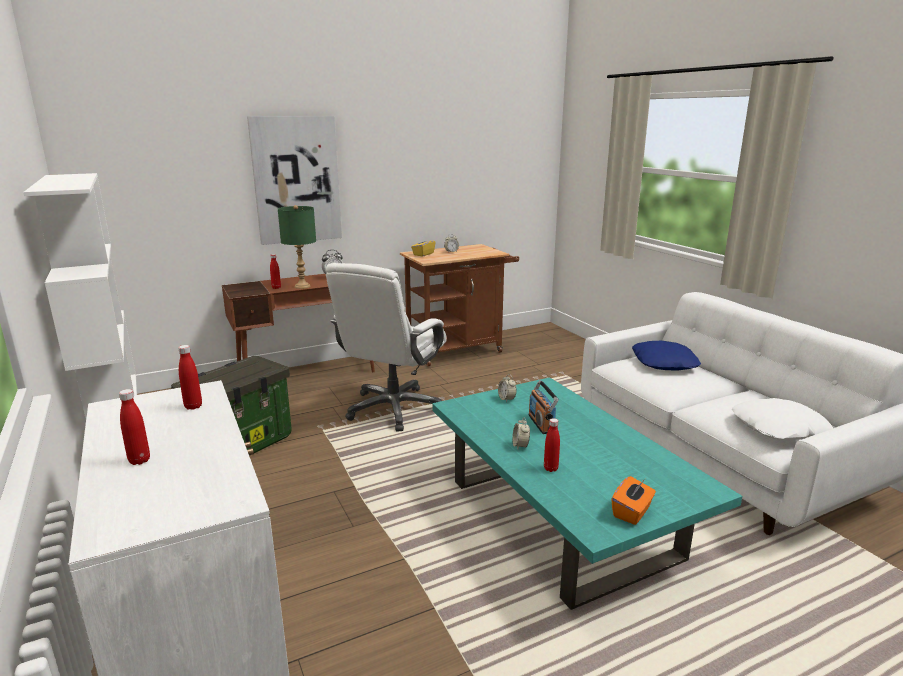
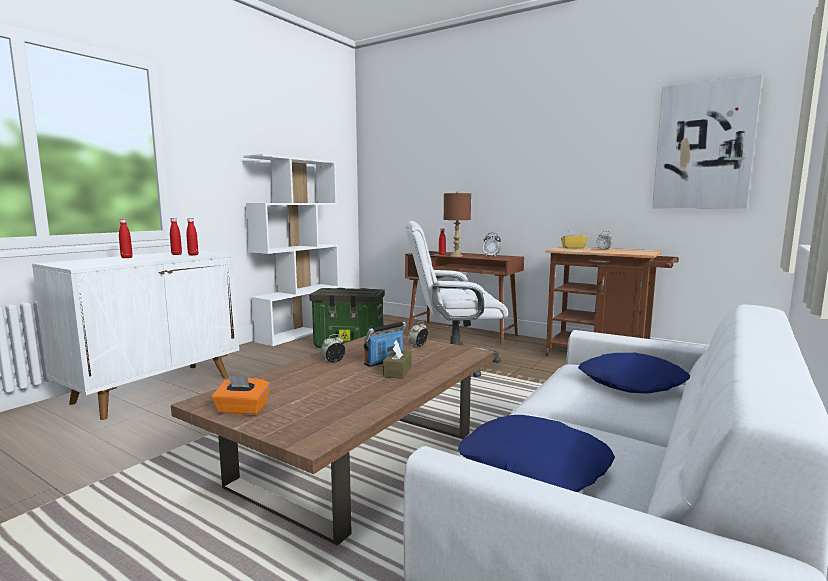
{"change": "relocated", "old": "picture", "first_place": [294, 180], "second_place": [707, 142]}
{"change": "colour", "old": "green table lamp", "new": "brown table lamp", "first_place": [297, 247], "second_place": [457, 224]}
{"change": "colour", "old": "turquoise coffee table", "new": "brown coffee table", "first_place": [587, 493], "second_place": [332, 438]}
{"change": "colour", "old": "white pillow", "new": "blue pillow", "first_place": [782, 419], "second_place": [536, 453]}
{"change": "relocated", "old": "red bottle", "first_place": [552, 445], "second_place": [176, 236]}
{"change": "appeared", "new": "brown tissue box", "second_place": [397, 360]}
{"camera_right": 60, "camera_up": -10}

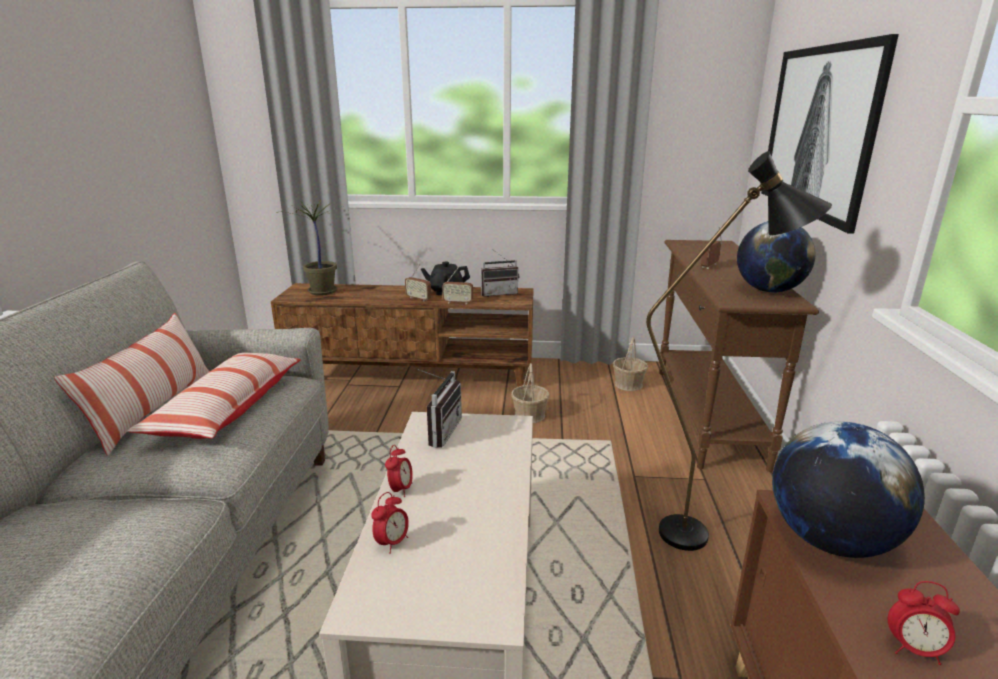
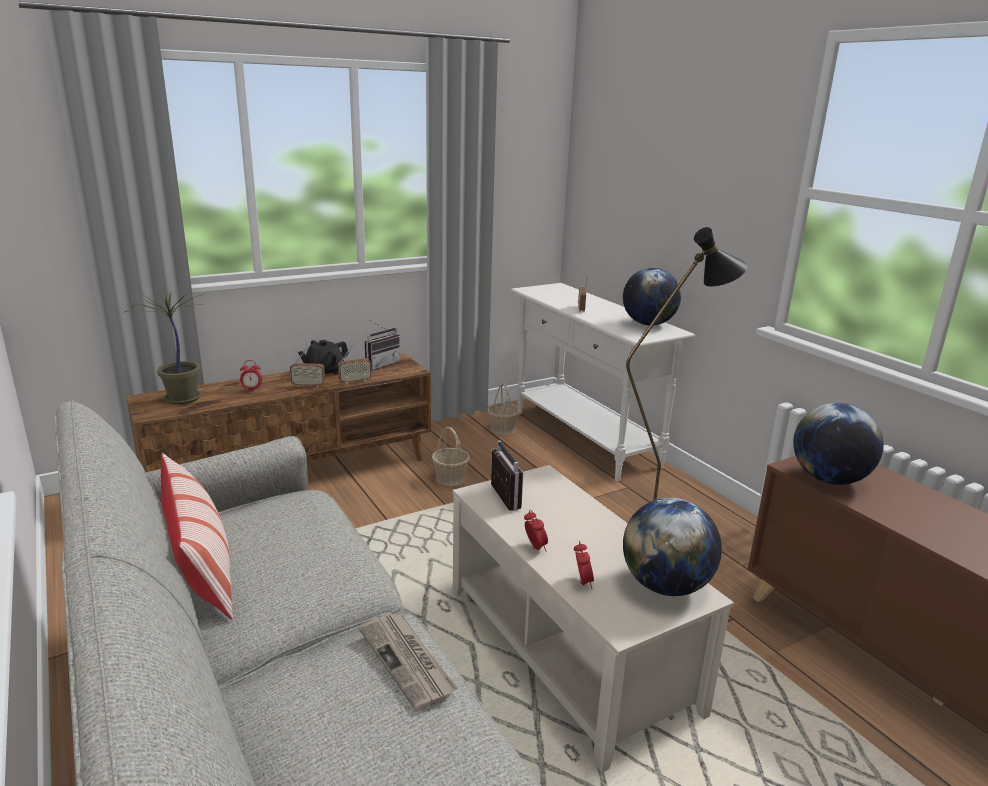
{"change": "missing", "old": "picture", "first_place": [830, 133]}
{"change": "colour", "old": "brown console table", "new": "white console table", "first_place": [739, 356], "second_place": [602, 382]}
{"change": "missing", "old": "pillow", "first_place": [214, 396]}
{"change": "relocated", "old": "alarm clock", "first_place": [924, 623], "second_place": [251, 376]}
{"change": "appeared", "new": "globe", "second_place": [672, 547]}
{"change": "appeared", "new": "newspaper", "second_place": [407, 662]}
{"camera_right": -35, "camera_up": 0}

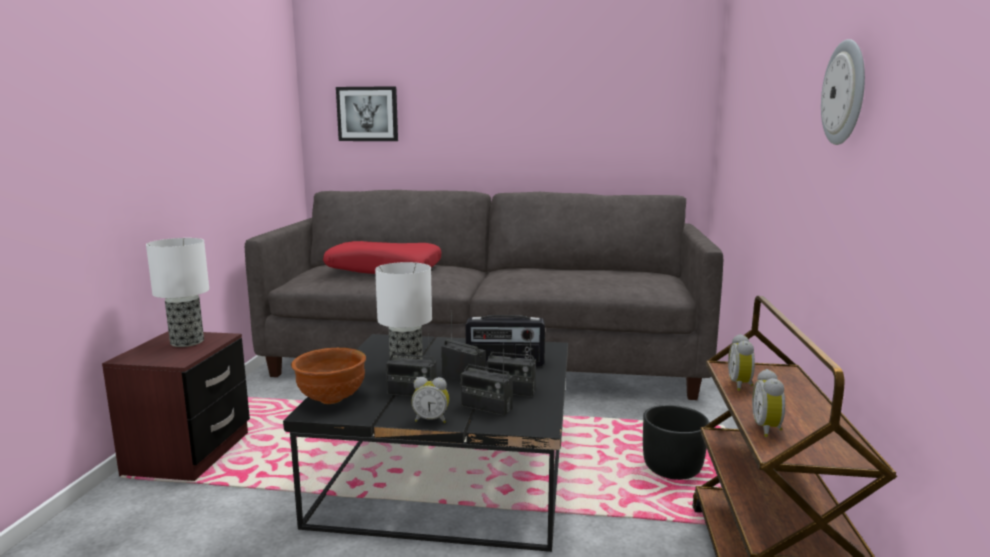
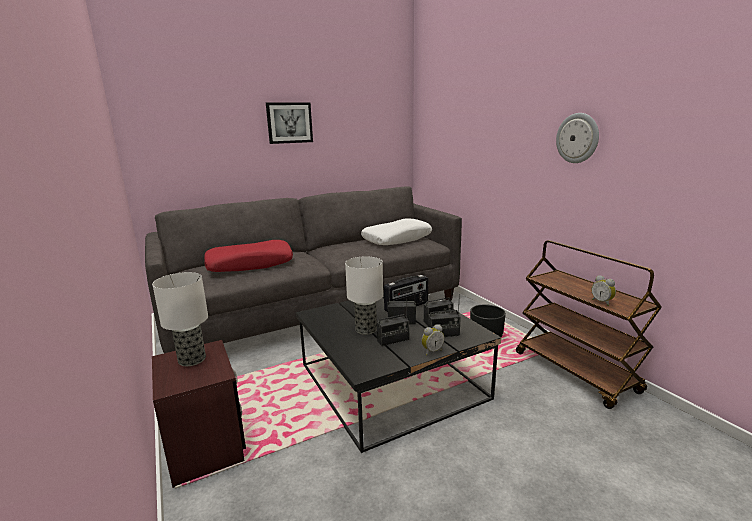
{"change": "relocated", "old": "picture", "first_place": [367, 113], "second_place": [289, 123]}
{"change": "missing", "old": "alarm clock", "first_place": [741, 362]}
{"change": "missing", "old": "brown bowl", "first_place": [328, 376]}
{"change": "appeared", "new": "white pillow", "second_place": [396, 231]}
{"camera_right": -35, "camera_up": 5}

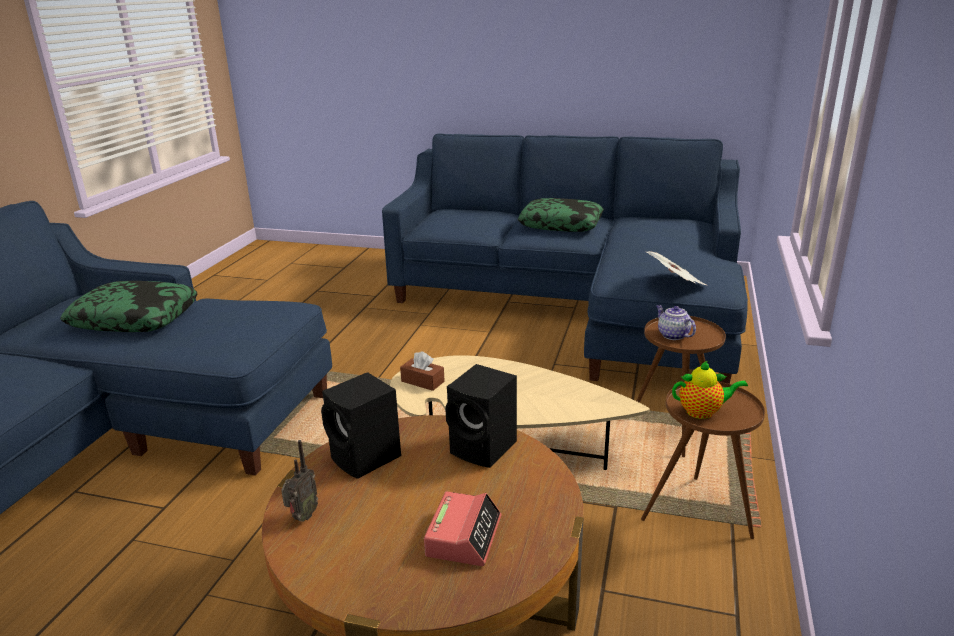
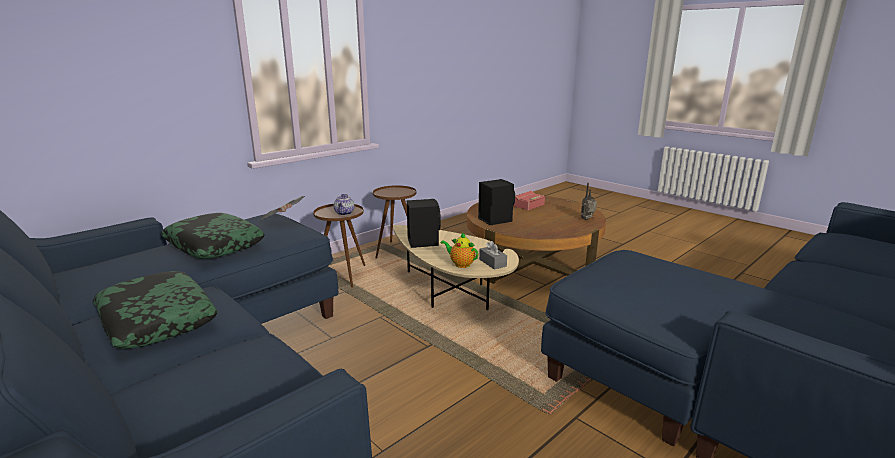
{"change": "relocated", "old": "pillow", "first_place": [128, 306], "second_place": [213, 236]}
{"change": "colour", "old": "brown tissue box", "new": "grey tissue box", "first_place": [422, 371], "second_place": [493, 255]}
{"change": "relocated", "old": "teapot", "first_place": [710, 390], "second_place": [459, 250]}
{"change": "relocated", "old": "black speaker", "first_place": [361, 425], "second_place": [424, 223]}
{"camera_right": -150, "camera_up": -5}

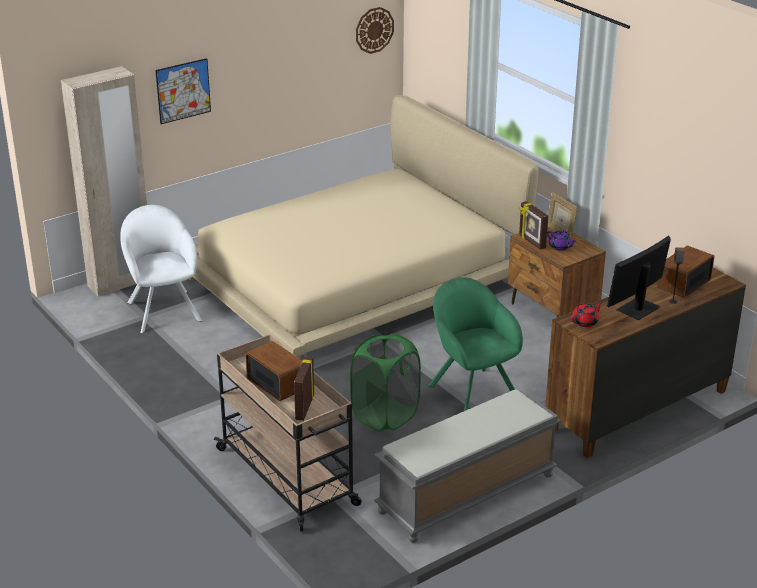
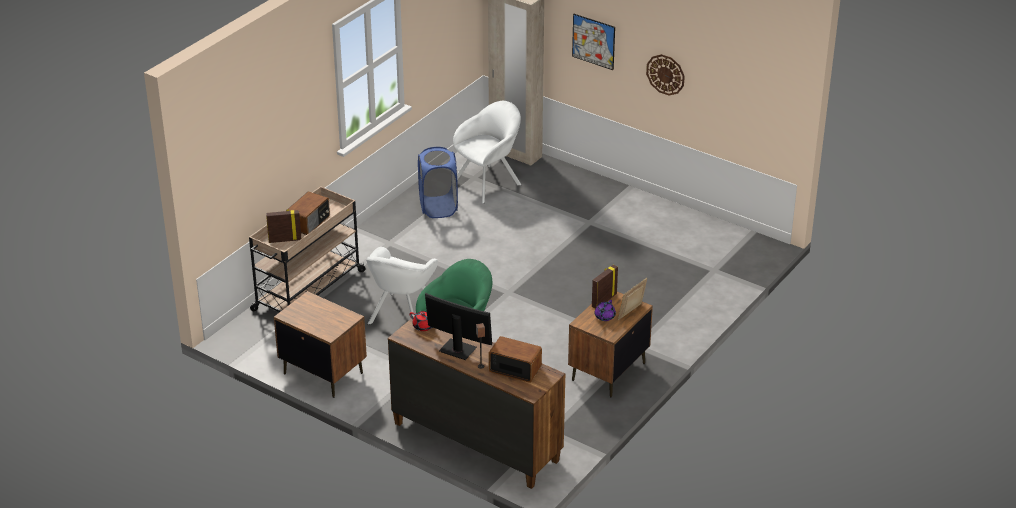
{"change": "relocated", "old": "wall clock", "first_place": [375, 30], "second_place": [665, 74]}
{"change": "missing", "old": "beige bed", "first_place": [364, 226]}
{"change": "exchanged", "old": "green laundry basket", "new": "white armchair", "first_place": [385, 382], "second_place": [402, 286]}
{"change": "exchanged", "old": "grey bench", "new": "brown nightstand", "first_place": [467, 466], "second_place": [320, 344]}
{"change": "appeared", "new": "blue laundry basket", "second_place": [438, 182]}
{"camera_right": 70, "camera_up": 5}

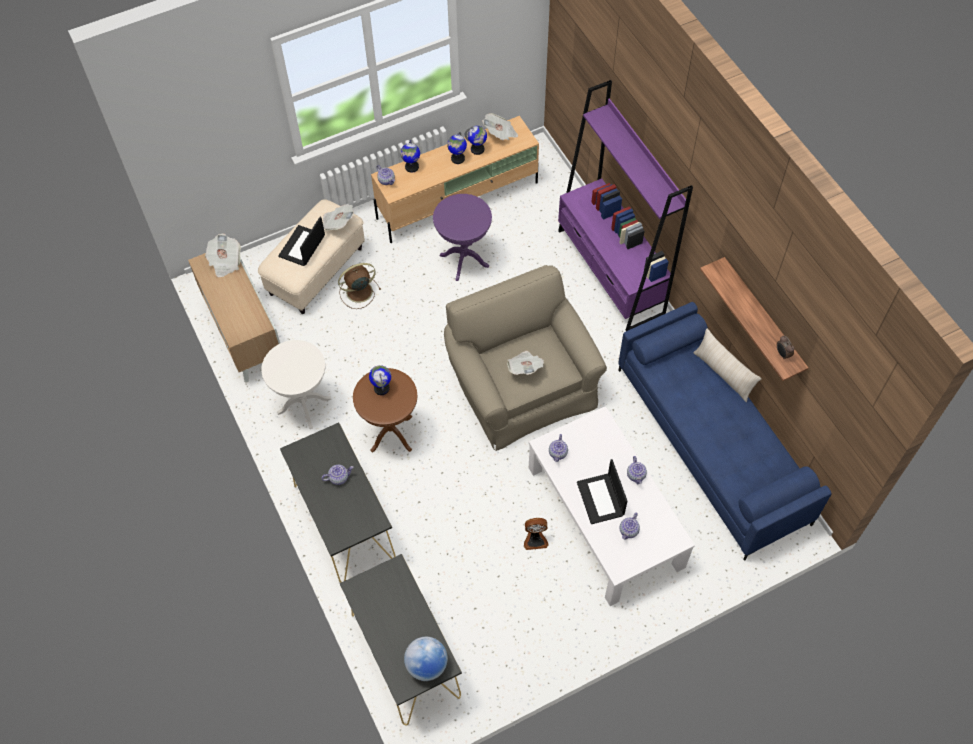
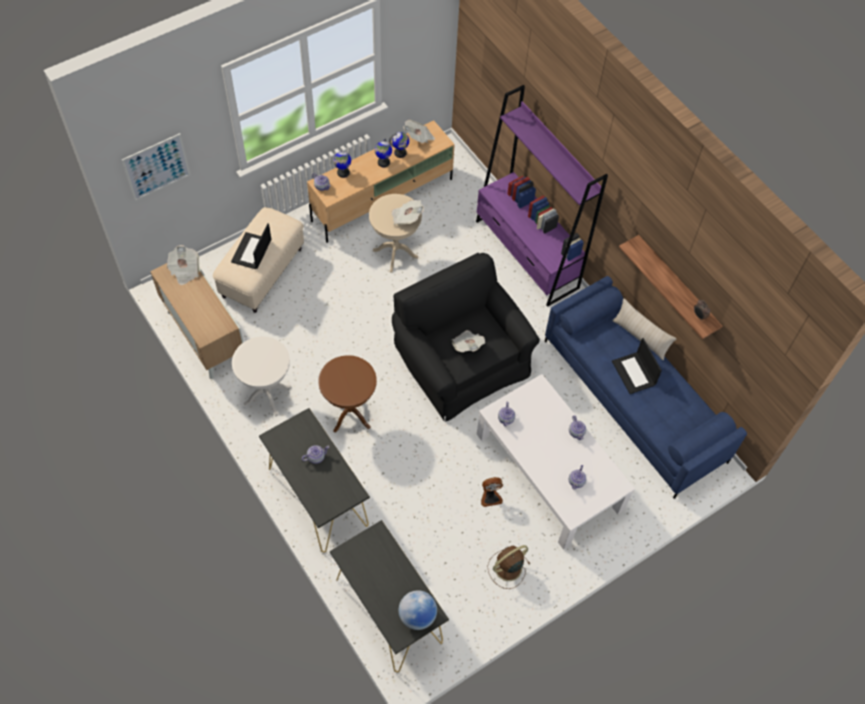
{"change": "colour", "old": "purple side table", "new": "beige side table", "first_place": [462, 237], "second_place": [395, 233]}
{"change": "relocated", "old": "newspaper", "first_place": [338, 217], "second_place": [408, 212]}
{"change": "relocated", "old": "brown fan", "first_place": [359, 286], "second_place": [509, 567]}
{"change": "colour", "old": "beige armchair", "new": "black armchair", "first_place": [525, 358], "second_place": [466, 337]}
{"change": "missing", "old": "globe", "first_place": [380, 380]}
{"change": "relocated", "old": "laptop", "first_place": [602, 491], "second_place": [637, 366]}
{"change": "appeared", "new": "picture", "second_place": [156, 167]}
{"camera_right": -10, "camera_up": 0}

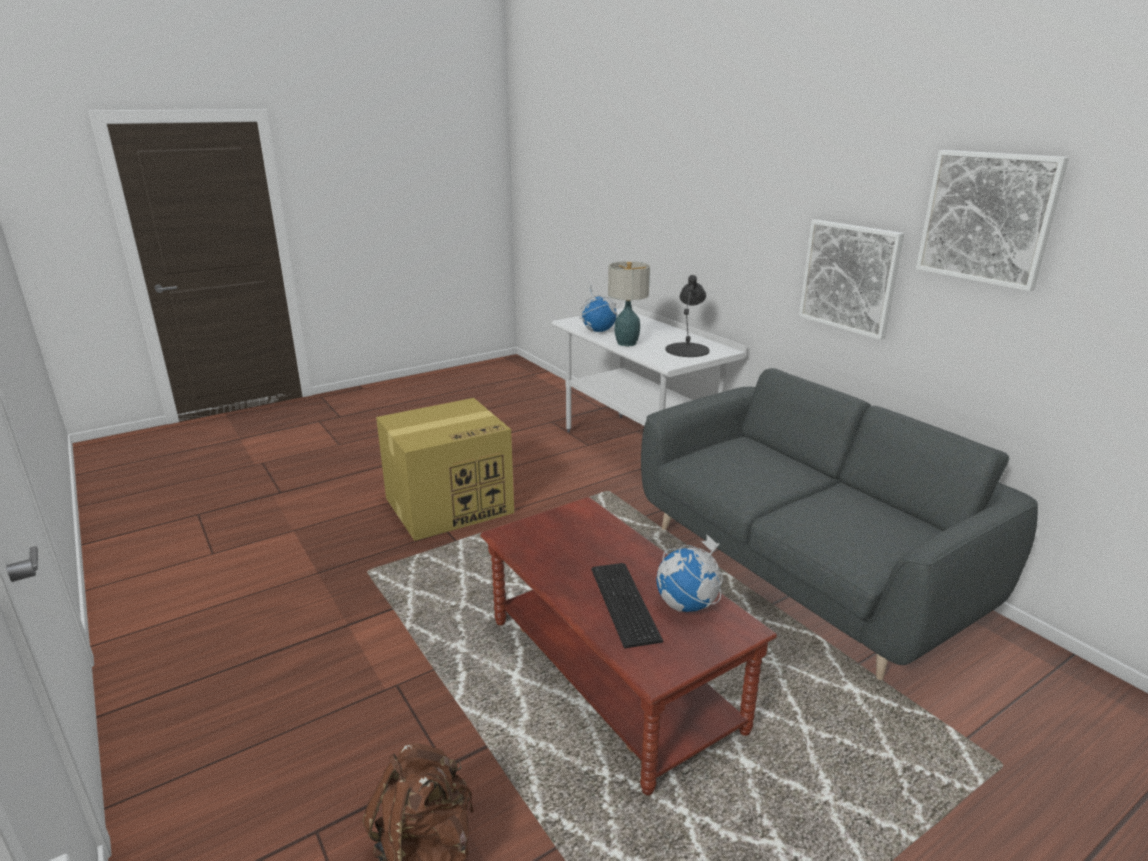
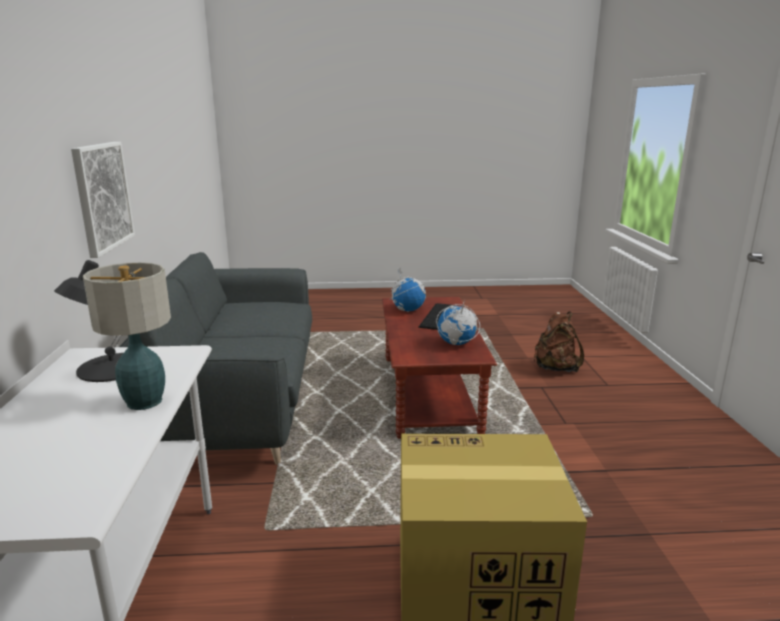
{"change": "missing", "old": "picture", "first_place": [992, 220]}
{"change": "relocated", "old": "globe", "first_place": [598, 309], "second_place": [458, 322]}
{"camera_right": -150, "camera_up": -5}

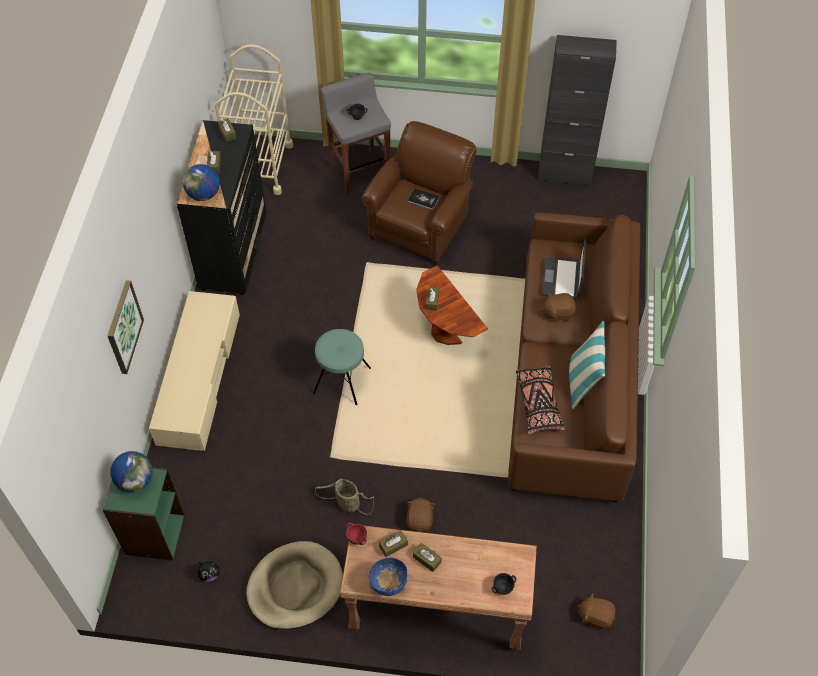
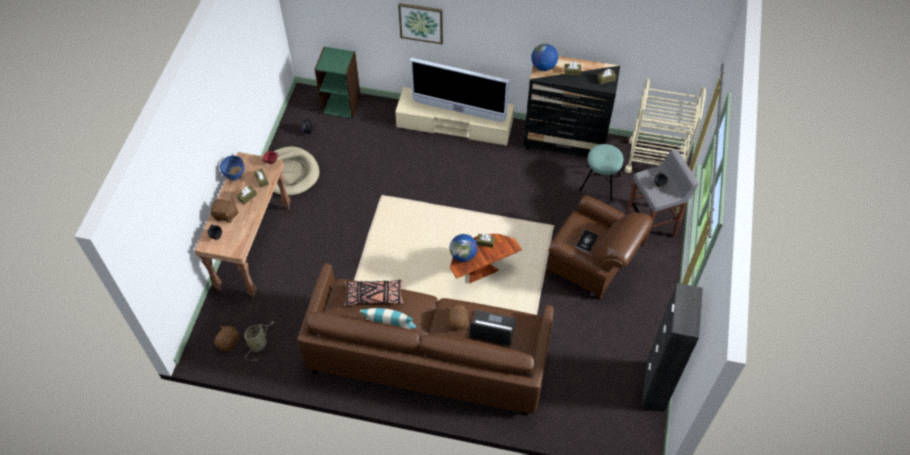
{"change": "relocated", "old": "turquoise stool", "first_place": [342, 367], "second_place": [601, 172]}
{"change": "relocated", "old": "globe", "first_place": [131, 471], "second_place": [464, 248]}
{"change": "relocated", "old": "basket", "first_place": [344, 497], "second_place": [259, 341]}
{"change": "relocated", "old": "brown plush toy", "first_place": [420, 515], "second_place": [225, 211]}
{"change": "appeared", "new": "television", "second_place": [459, 90]}
{"camera_right": 95, "camera_up": 0}

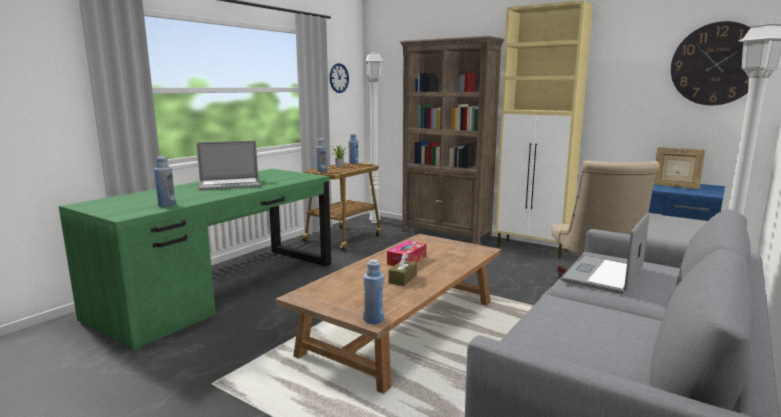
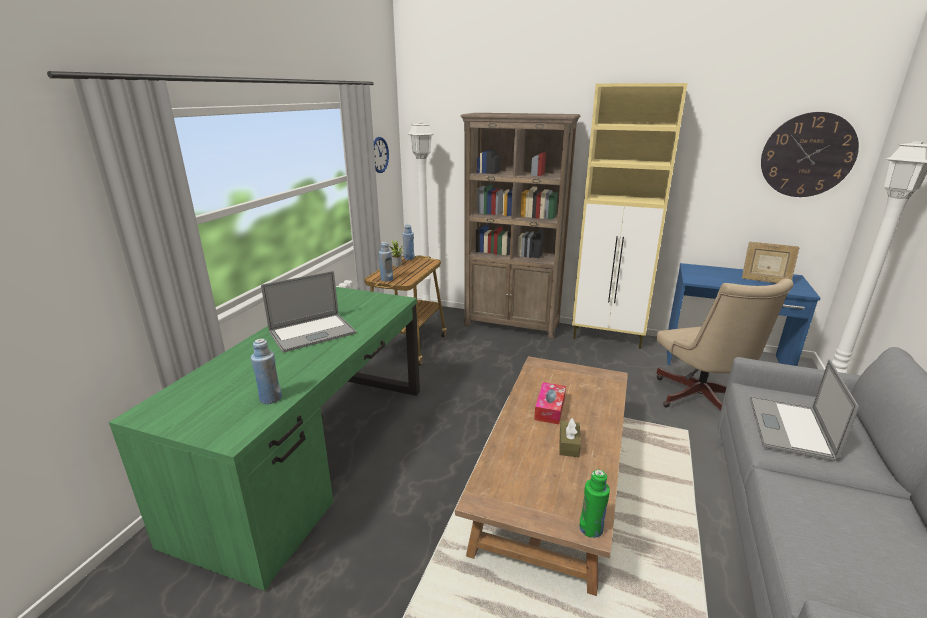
{"change": "colour", "old": "blue bottle", "new": "green bottle", "first_place": [373, 291], "second_place": [594, 504]}
{"camera_right": -15, "camera_up": 10}

